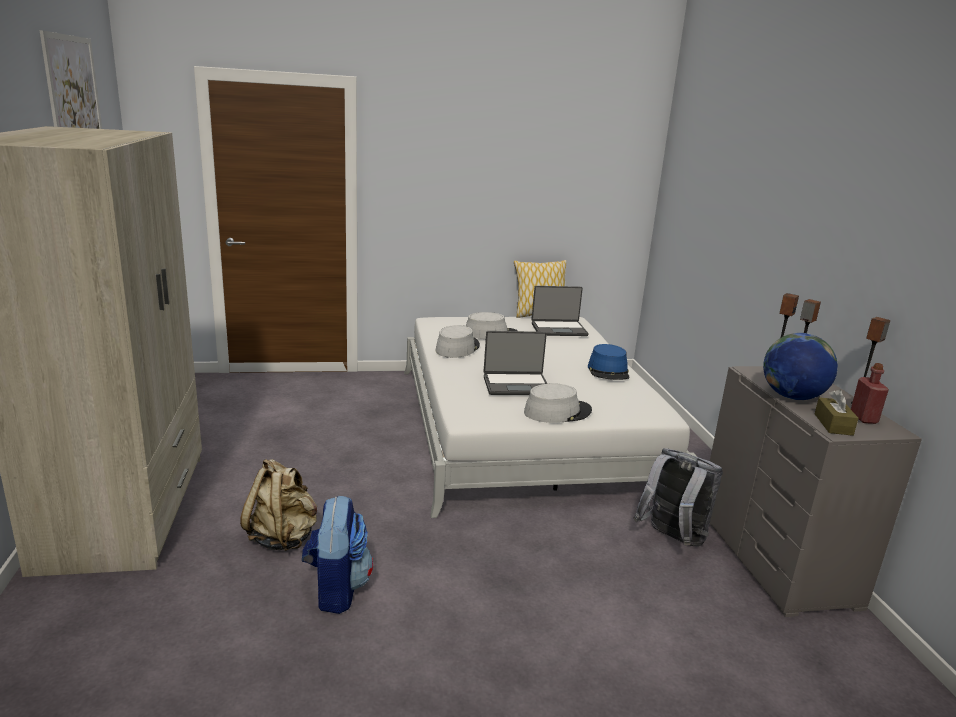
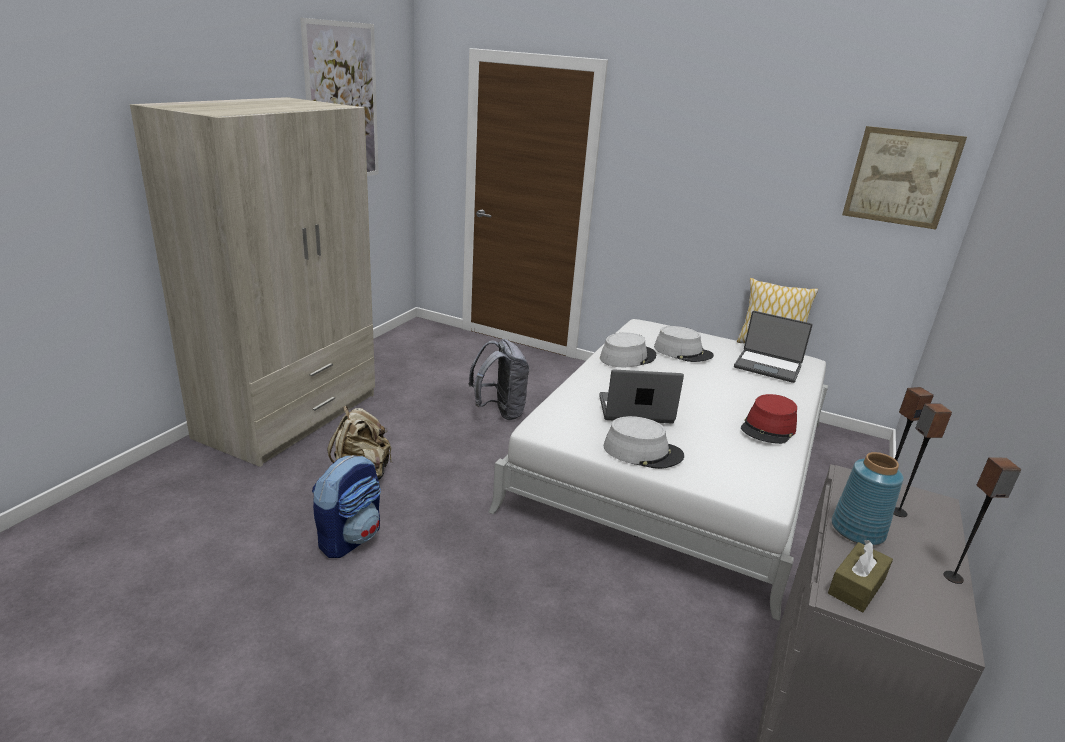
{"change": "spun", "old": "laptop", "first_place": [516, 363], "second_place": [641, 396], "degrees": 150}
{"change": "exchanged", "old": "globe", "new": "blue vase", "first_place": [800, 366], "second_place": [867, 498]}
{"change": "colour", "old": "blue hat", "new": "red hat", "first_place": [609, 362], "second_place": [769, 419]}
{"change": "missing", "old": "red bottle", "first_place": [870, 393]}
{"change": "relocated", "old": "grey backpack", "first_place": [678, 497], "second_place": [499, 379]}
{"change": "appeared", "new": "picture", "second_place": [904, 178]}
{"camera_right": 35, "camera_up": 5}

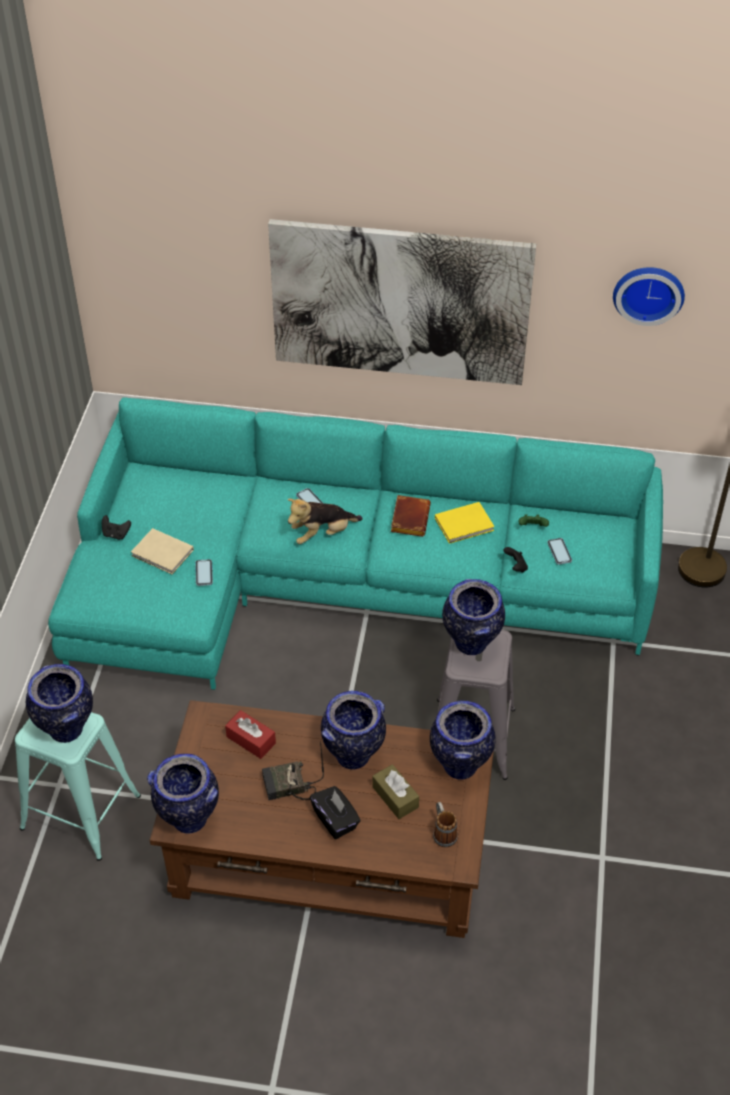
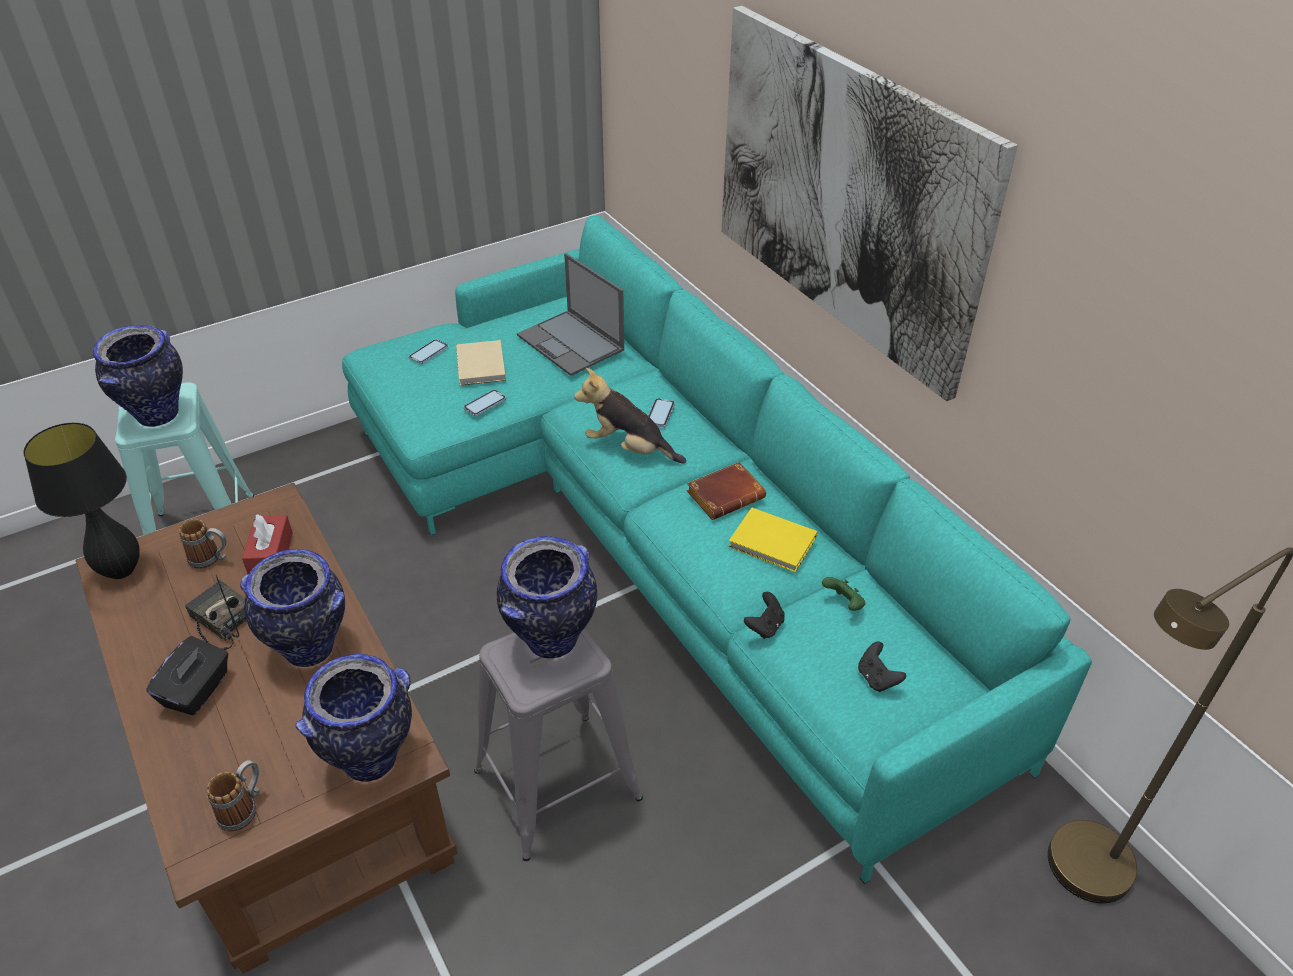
{"change": "missing", "old": "wall clock", "first_place": [649, 296]}
{"change": "relocated", "old": "black game controller", "first_place": [116, 527], "second_place": [882, 667]}
{"change": "relocated", "old": "phone", "first_place": [559, 551], "second_place": [428, 351]}
{"change": "exchanged", "old": "vase", "new": "black table lamp", "first_place": [183, 794], "second_place": [81, 501]}
{"change": "missing", "old": "brown tissue box", "first_place": [395, 791]}
{"change": "appeared", "new": "laptop", "second_place": [570, 314]}
{"change": "appeared", "new": "mug", "second_place": [202, 544]}
{"camera_right": 50, "camera_up": -5}

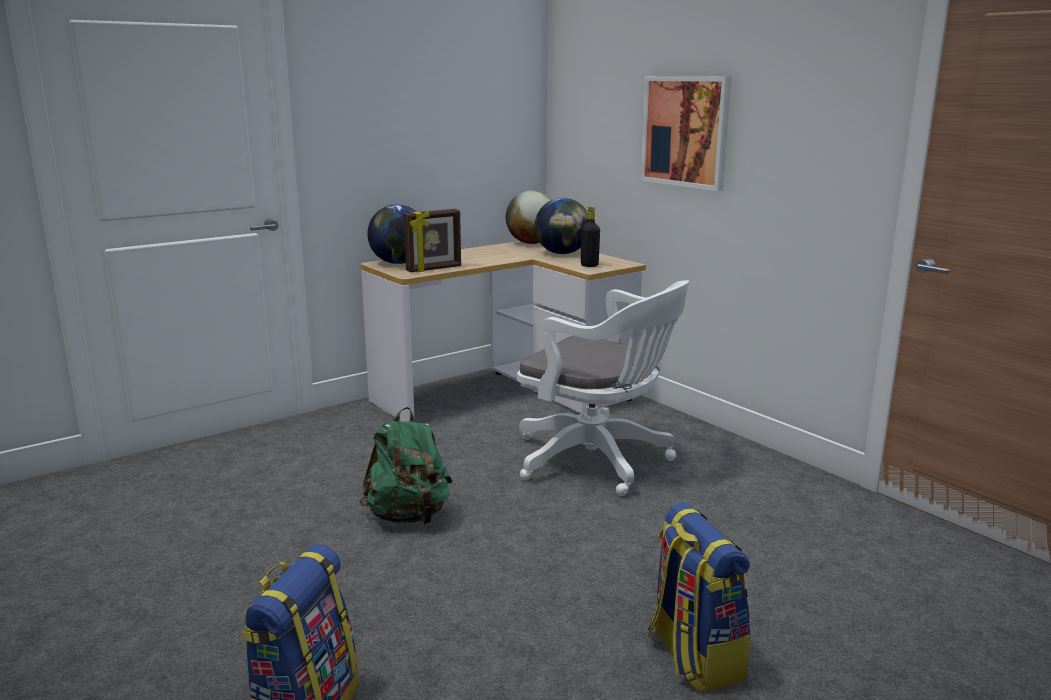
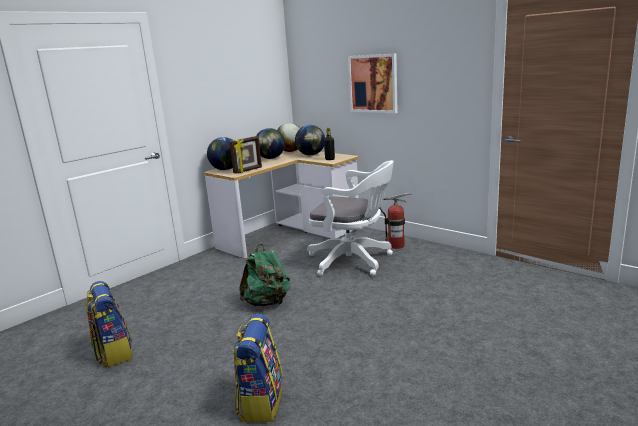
{"change": "relocated", "old": "backpack", "first_place": [699, 597], "second_place": [109, 324]}
{"change": "appeared", "new": "globe", "second_place": [270, 143]}
{"change": "appeared", "new": "fire extinguisher", "second_place": [396, 220]}
{"camera_right": -10, "camera_up": 0}

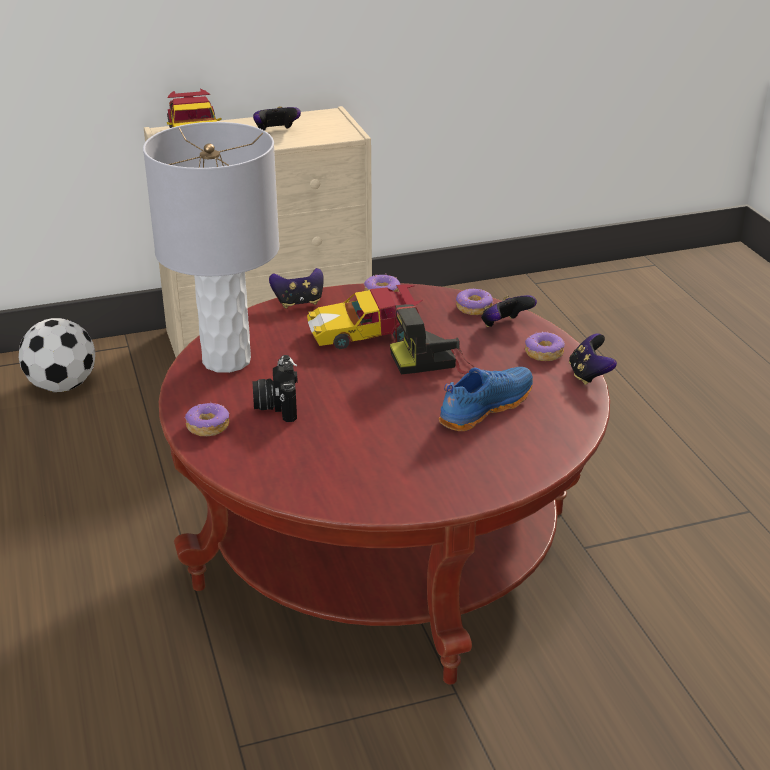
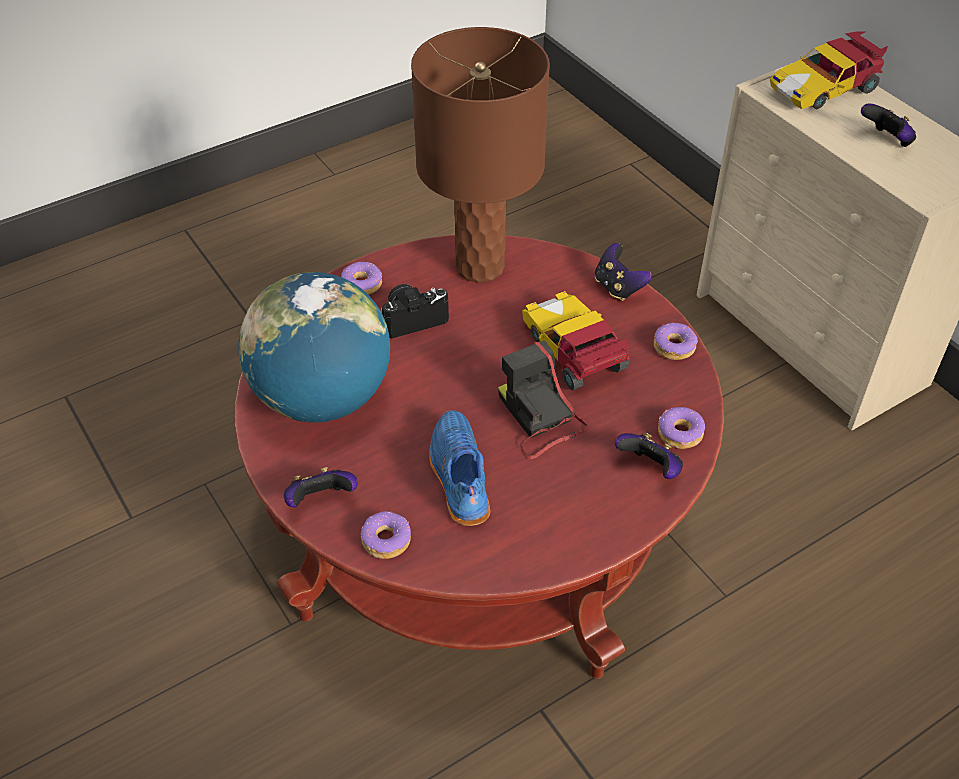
{"change": "colour", "old": "grey table lamp", "new": "brown table lamp", "first_place": [211, 247], "second_place": [480, 155]}
{"change": "missing", "old": "football", "first_place": [57, 355]}
{"change": "relocated", "old": "donut", "first_place": [545, 346], "second_place": [386, 535]}
{"change": "relocated", "old": "game controller", "first_place": [593, 359], "second_place": [321, 487]}
{"change": "spun", "old": "blue shoe", "first_place": [486, 399], "second_place": [459, 468], "degrees": -135}
{"change": "appeared", "new": "globe", "second_place": [314, 347]}
{"camera_right": 75, "camera_up": 15}

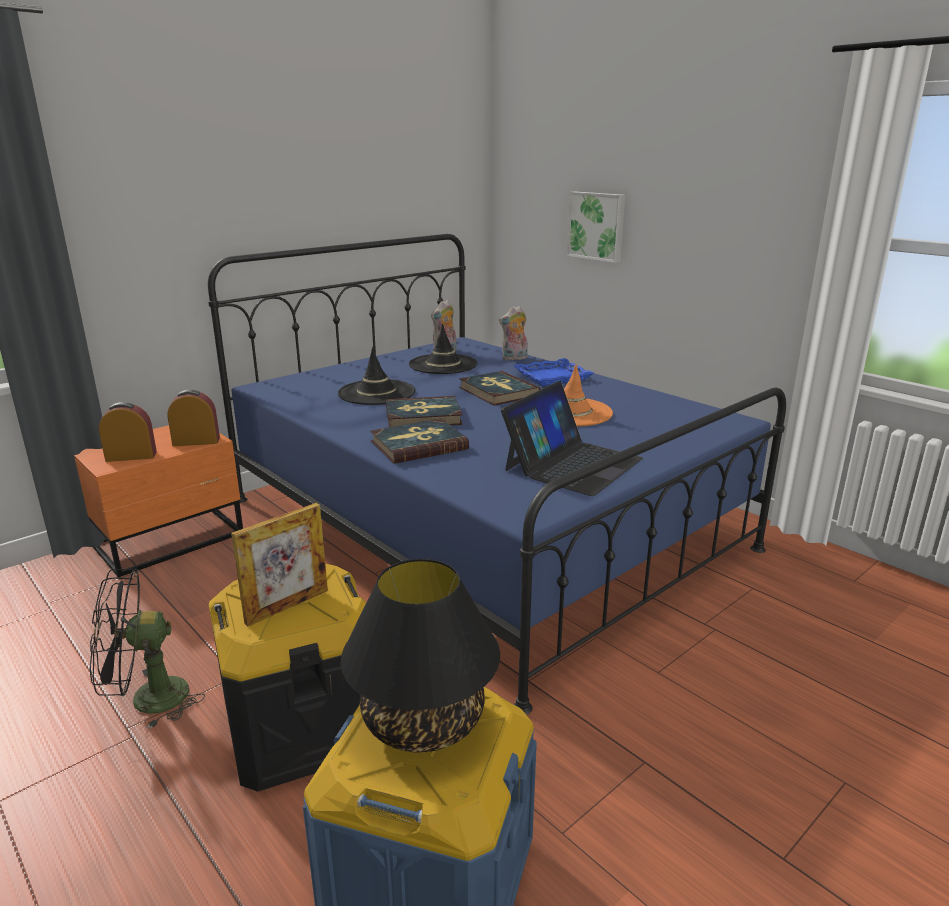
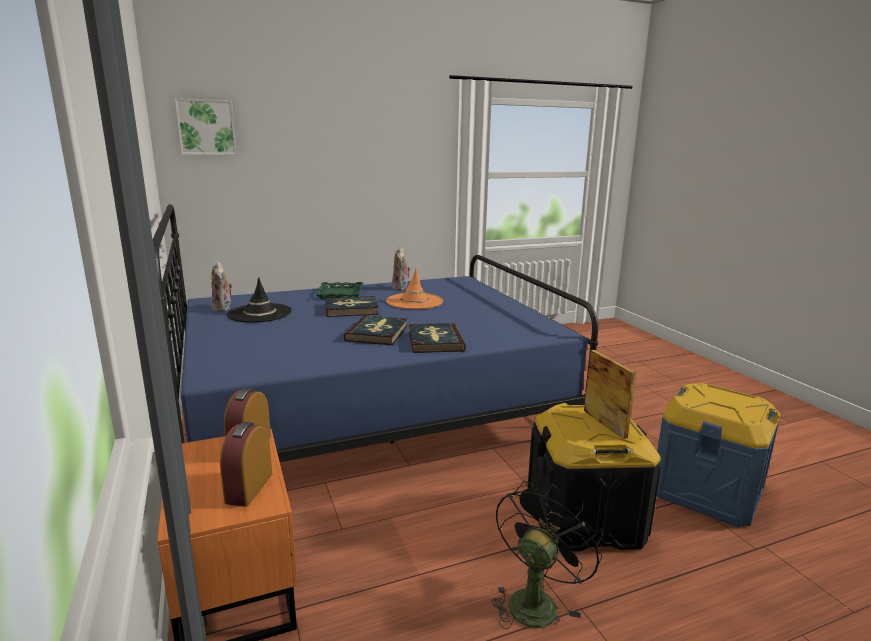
{"change": "relocated", "old": "picture", "first_place": [596, 227], "second_place": [206, 126]}
{"change": "relocated", "old": "plush toy", "first_place": [513, 333], "second_place": [401, 268]}
{"change": "missing", "old": "black hat", "first_place": [376, 376]}
{"change": "colour", "old": "blue tray", "new": "green tray", "first_place": [554, 372], "second_place": [339, 290]}
{"change": "missing", "old": "laptop", "first_place": [572, 438]}
{"change": "missing", "old": "black table lamp", "first_place": [420, 656]}
{"change": "spun", "old": "black fan", "first_place": [147, 649], "second_place": [547, 555], "degrees": -150}
{"camera_right": -70, "camera_up": -5}

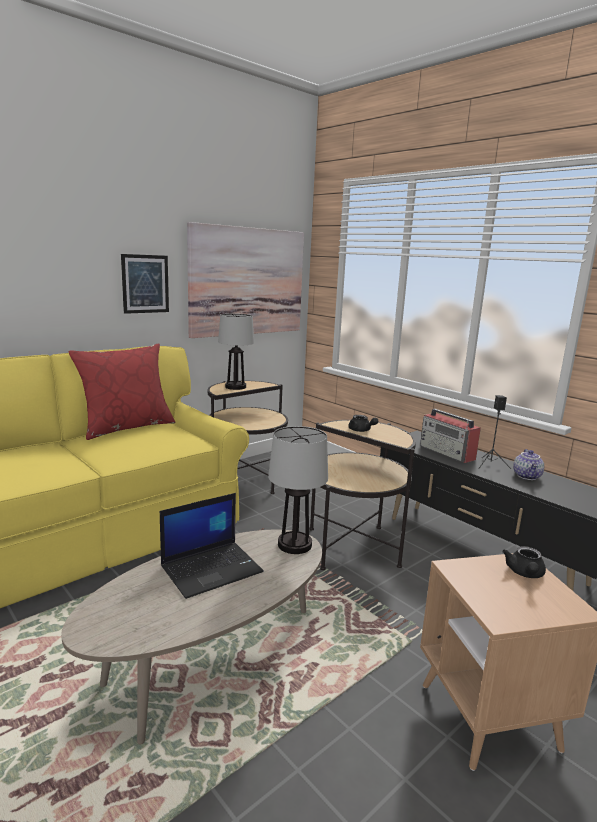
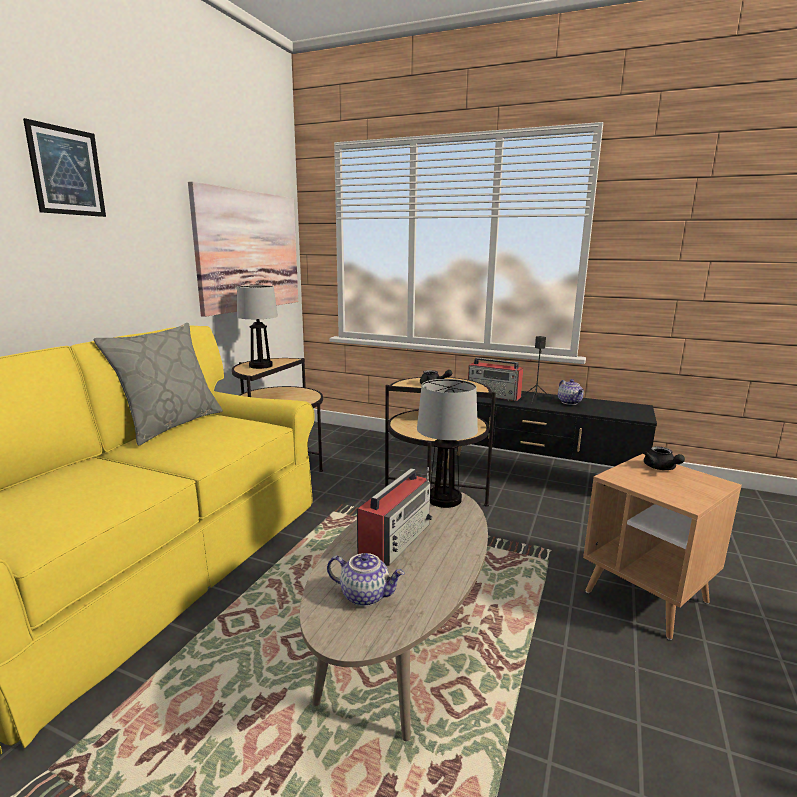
{"change": "relocated", "old": "picture", "first_place": [145, 284], "second_place": [64, 167]}
{"change": "colour", "old": "red pillow", "new": "grey pillow", "first_place": [122, 392], "second_place": [158, 384]}
{"change": "exchanged", "old": "laptop", "new": "radio", "first_place": [212, 546], "second_place": [395, 516]}
{"change": "appeared", "new": "teapot", "second_place": [366, 579]}
{"camera_right": -25, "camera_up": 0}

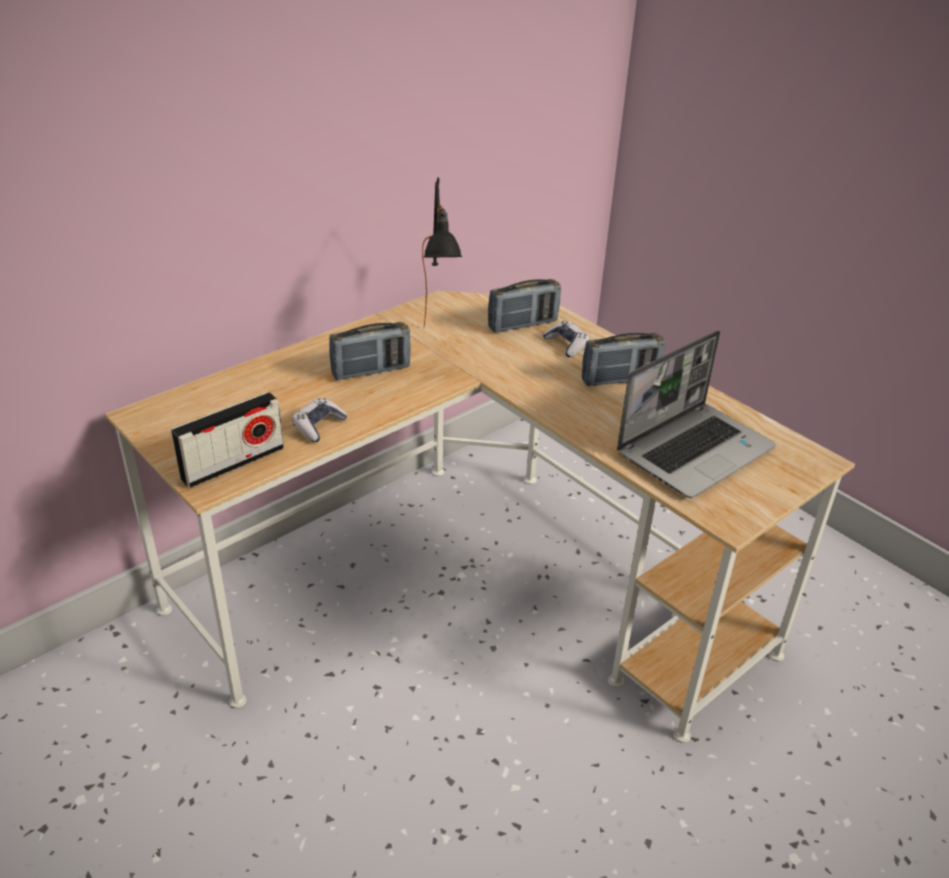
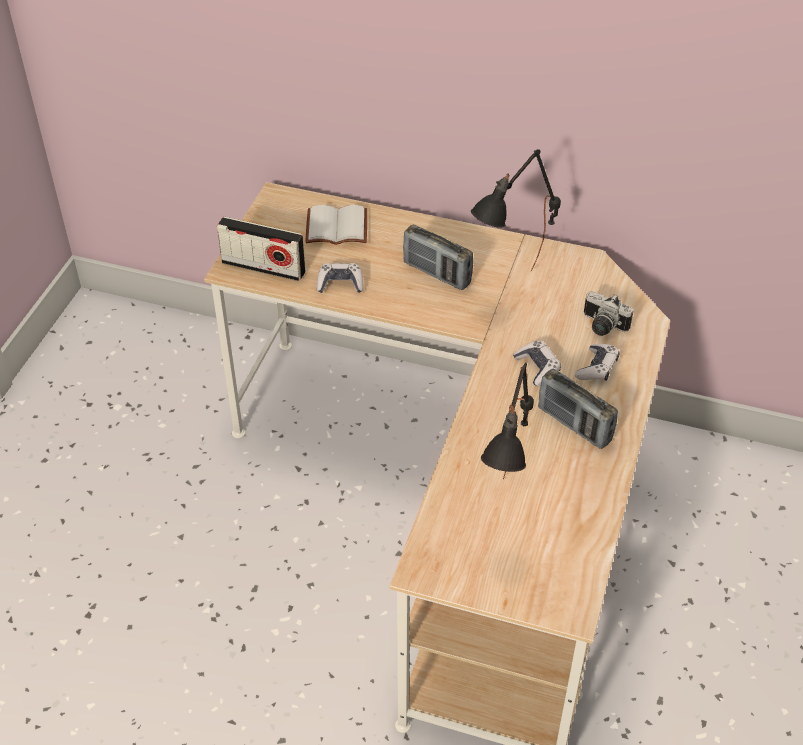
{"change": "exchanged", "old": "radio", "new": "photo camera", "first_place": [524, 305], "second_place": [609, 313]}
{"change": "exchanged", "old": "laptop", "new": "black table lamp", "first_place": [696, 414], "second_place": [507, 421]}
{"change": "appeared", "new": "white book", "second_place": [336, 225]}
{"change": "appeared", "new": "game controller", "second_place": [537, 363]}
{"camera_right": 60, "camera_up": 10}

